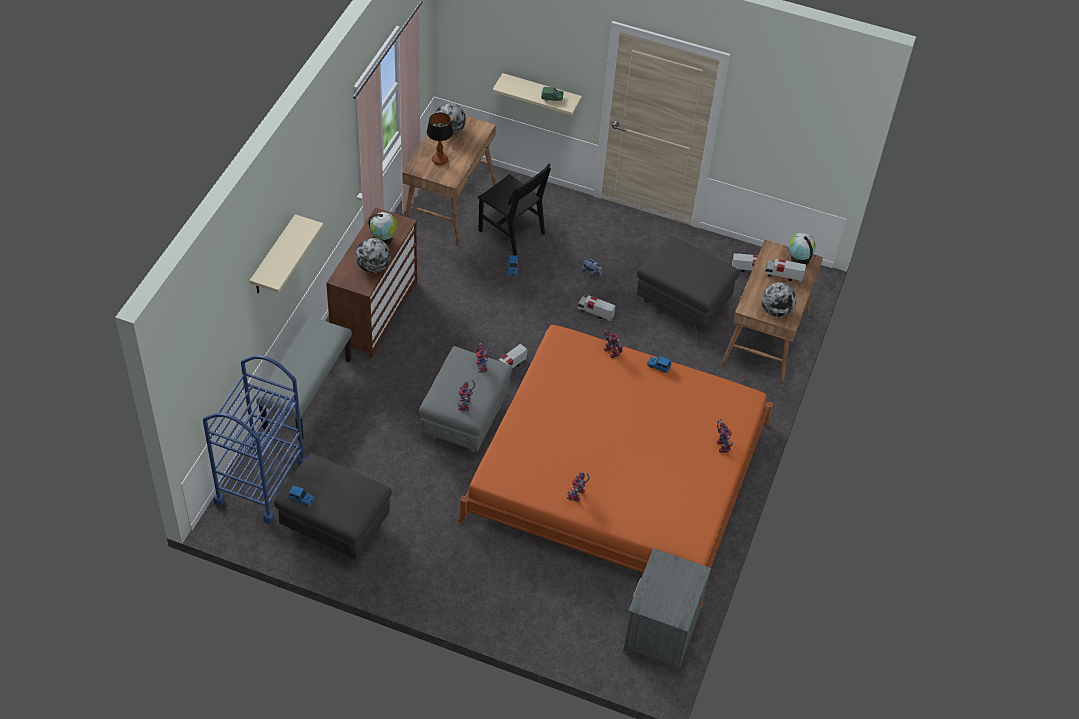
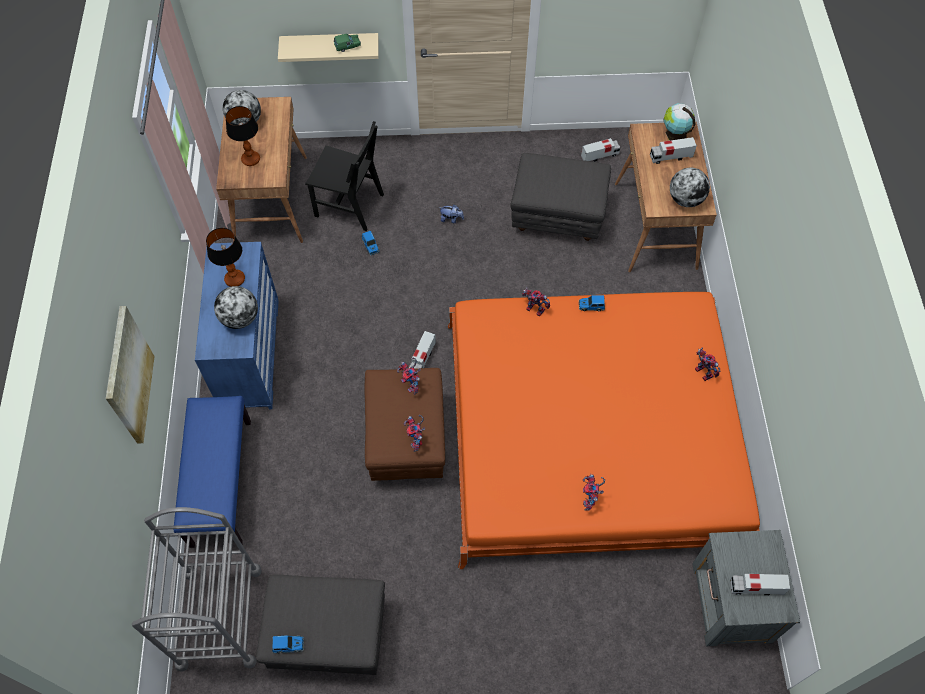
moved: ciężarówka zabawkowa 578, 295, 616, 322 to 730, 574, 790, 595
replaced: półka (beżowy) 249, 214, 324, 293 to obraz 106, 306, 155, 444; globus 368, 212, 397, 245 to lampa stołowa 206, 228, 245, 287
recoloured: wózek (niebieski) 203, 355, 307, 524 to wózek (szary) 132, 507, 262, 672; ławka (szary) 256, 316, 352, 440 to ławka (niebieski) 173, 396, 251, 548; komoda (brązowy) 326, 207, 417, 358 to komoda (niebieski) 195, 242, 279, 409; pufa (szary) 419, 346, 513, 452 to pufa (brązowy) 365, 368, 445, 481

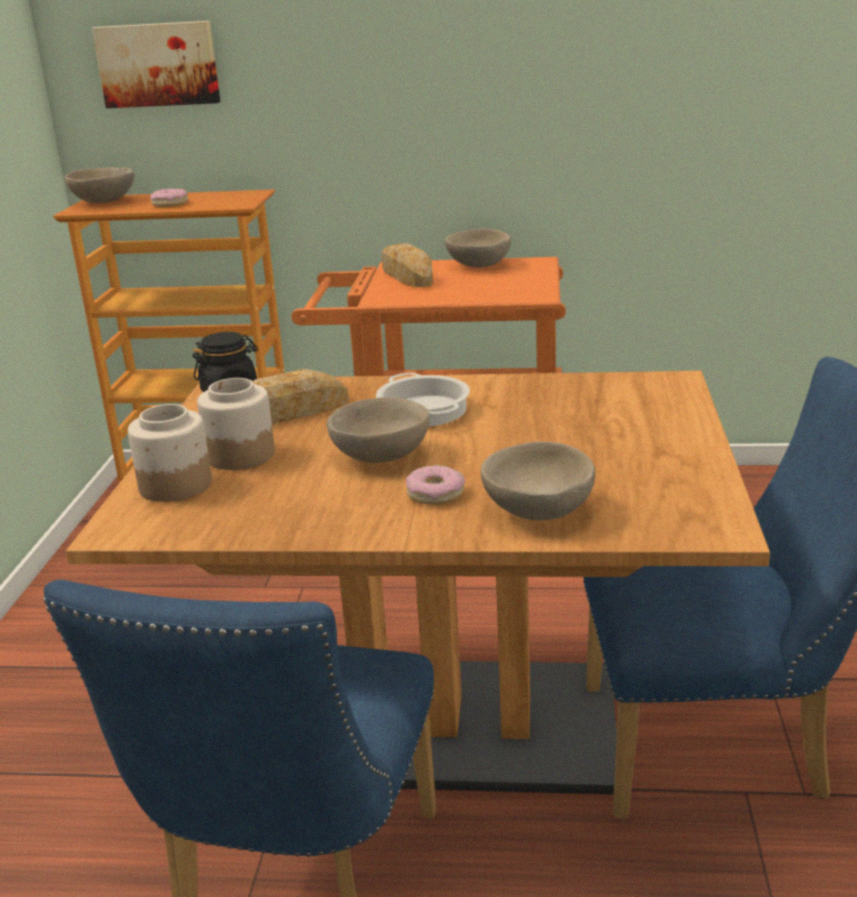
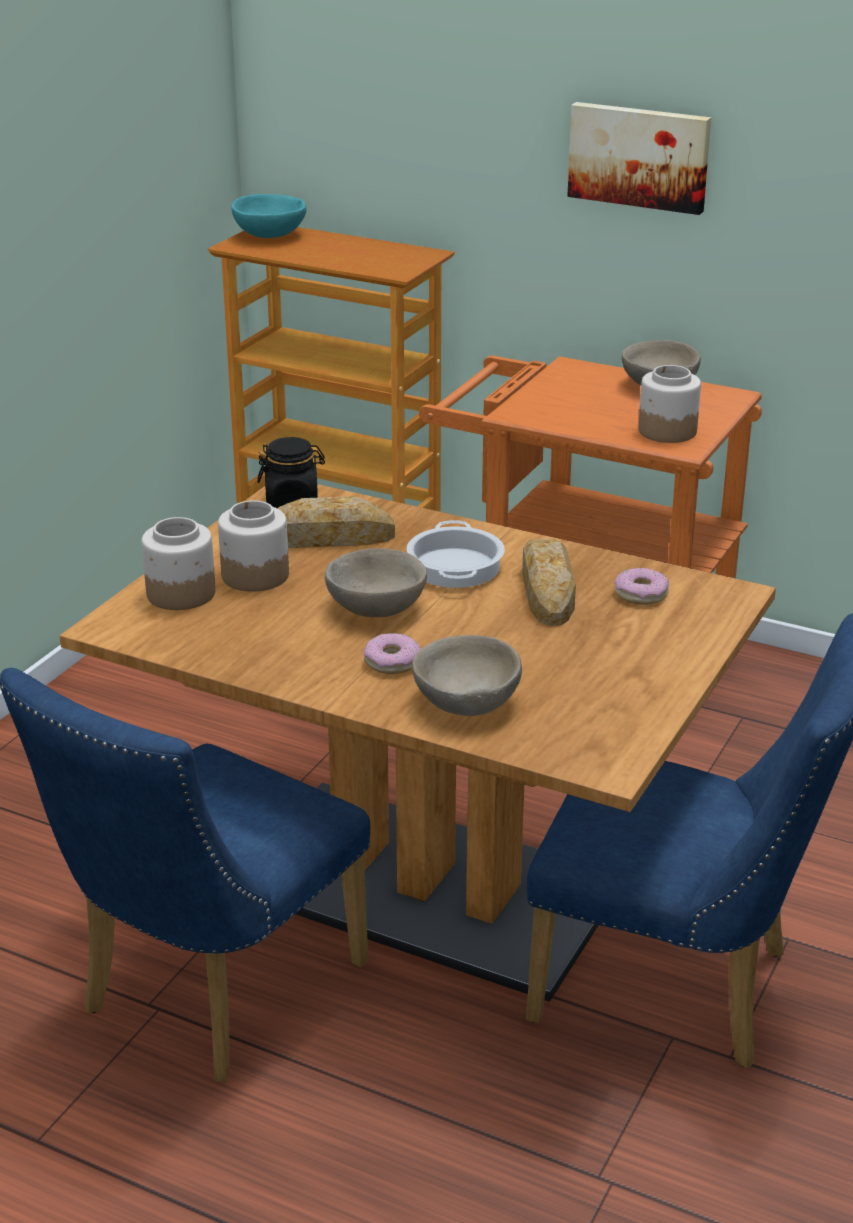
added: słoik 639, 365, 701, 443
moved: obraz 92, 21, 220, 108 to 567, 102, 711, 215; donut 150, 189, 188, 207 to 615, 568, 669, 605; chleb 381, 243, 433, 287 to 522, 539, 576, 626
recoloured: miska (beżowy) 65, 167, 134, 203 to miska (turkusowy) 231, 194, 306, 238

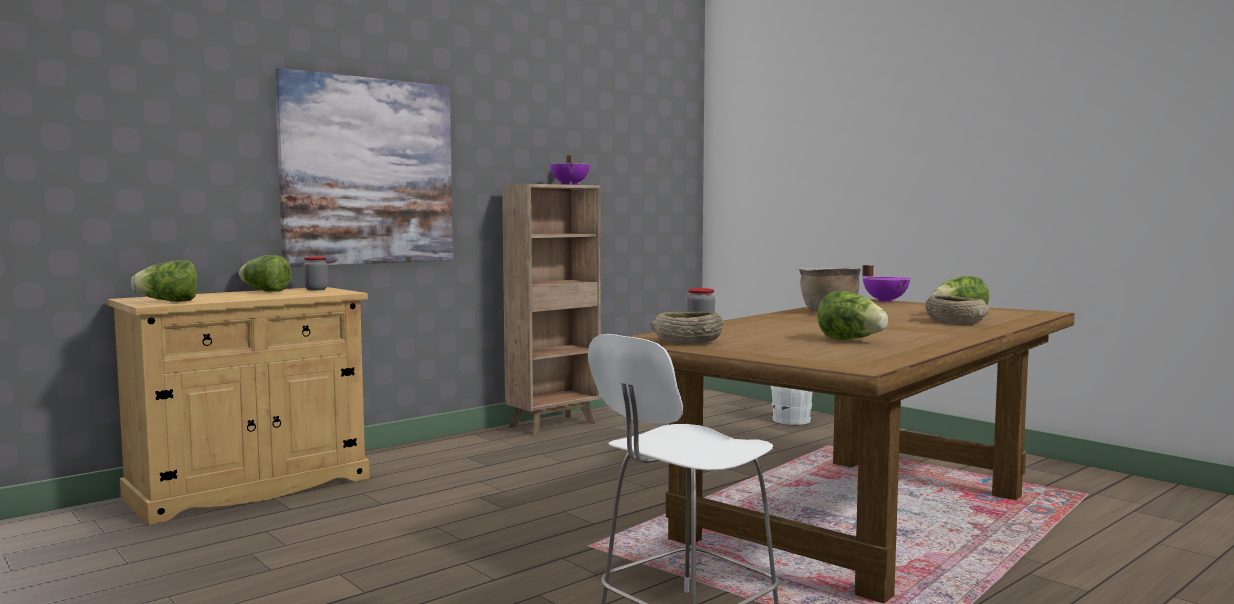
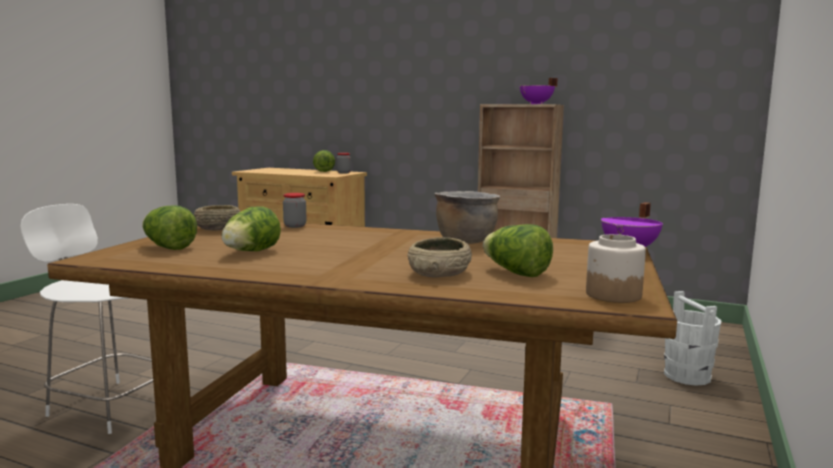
removed: obraz 275, 68, 453, 267
added: słoik 586, 234, 646, 303
moved: sałata 131, 260, 198, 302 to 142, 205, 197, 250

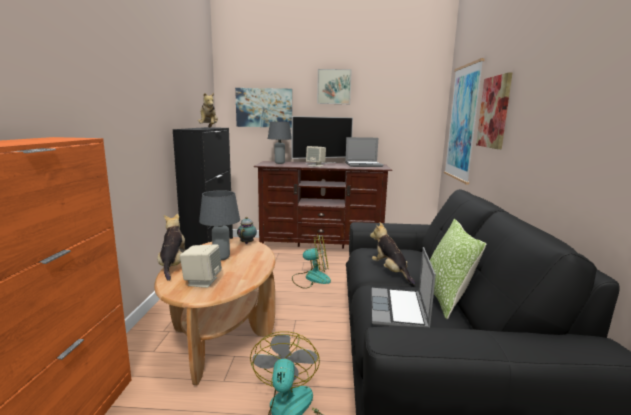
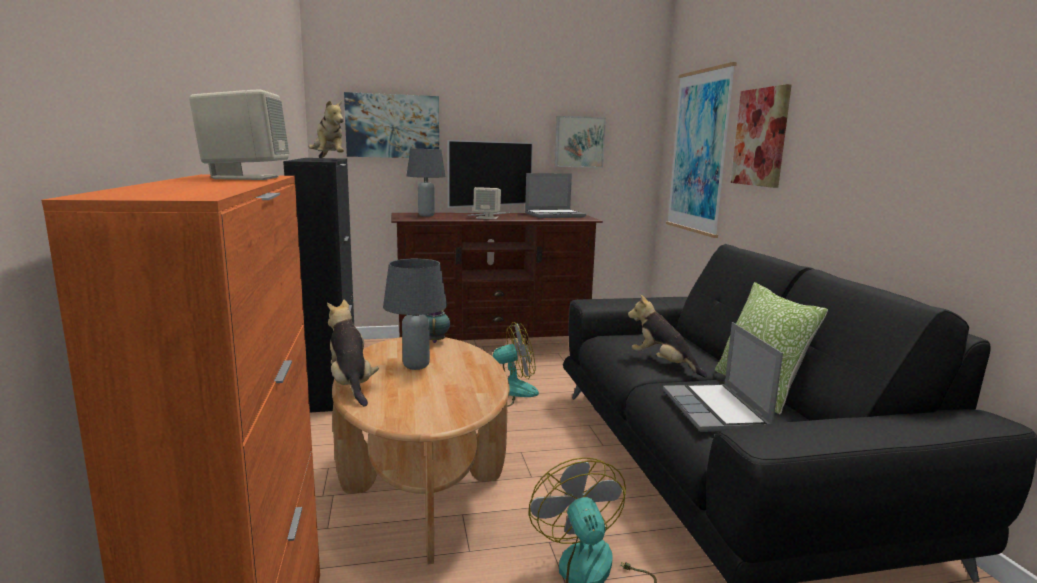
moved: głośnik (beżowy) 180, 244, 222, 288 to 189, 89, 289, 180; obraz 317, 69, 352, 104 to 555, 116, 606, 168

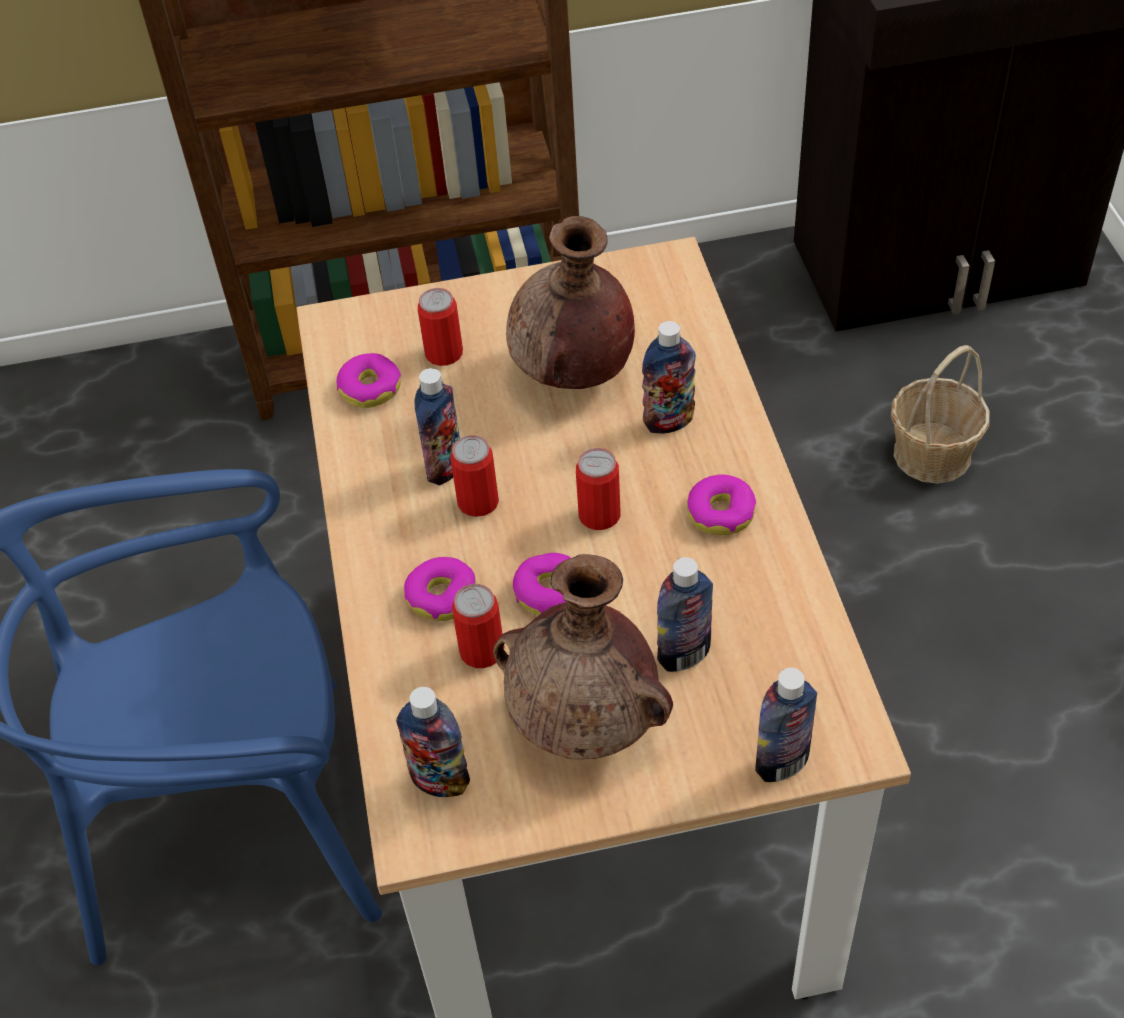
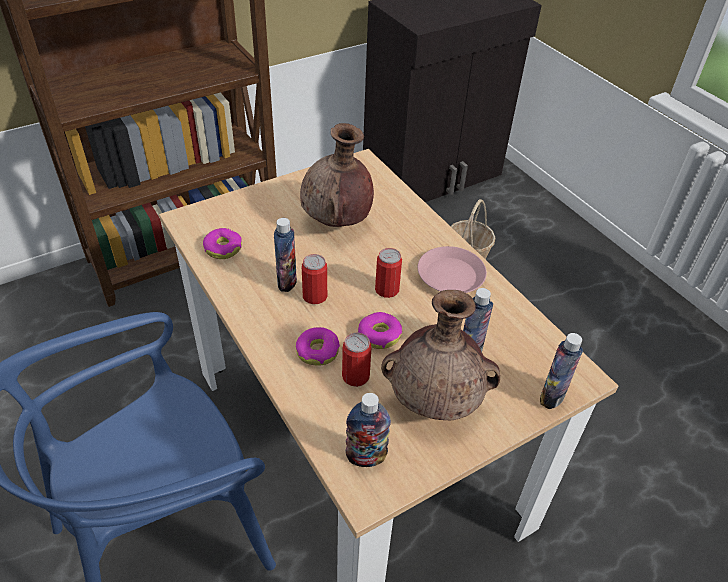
removed: puszka 418, 288, 463, 366; butelka 642, 321, 696, 433
replaced: donut 687, 475, 756, 535 to talerz (różowy) 418, 246, 487, 293

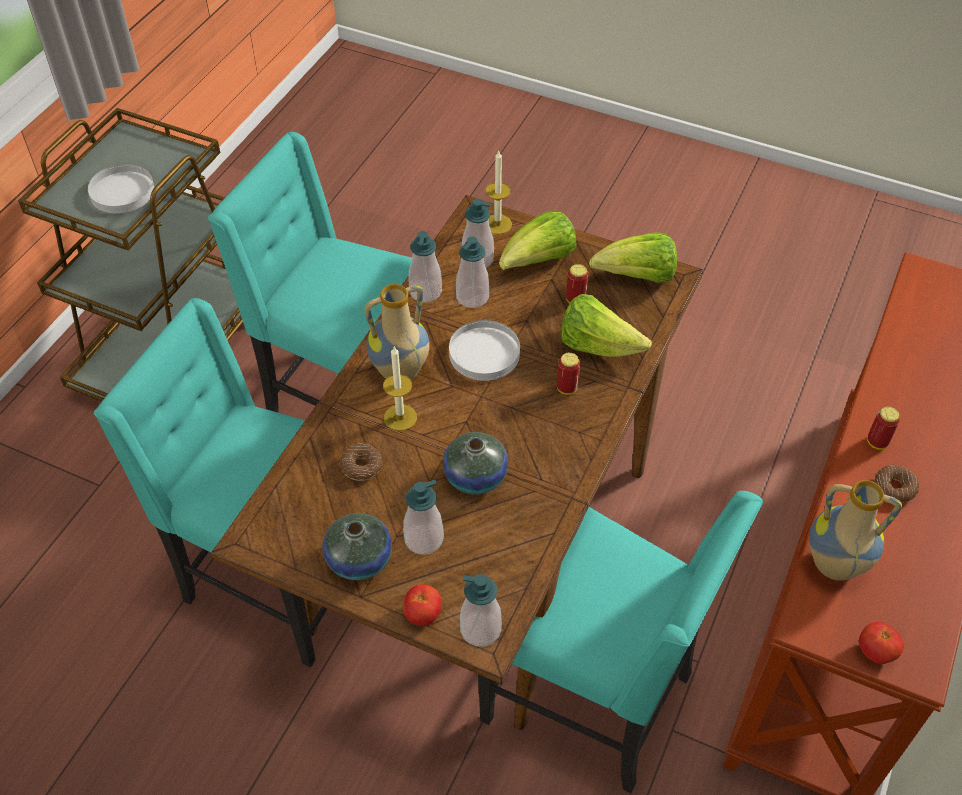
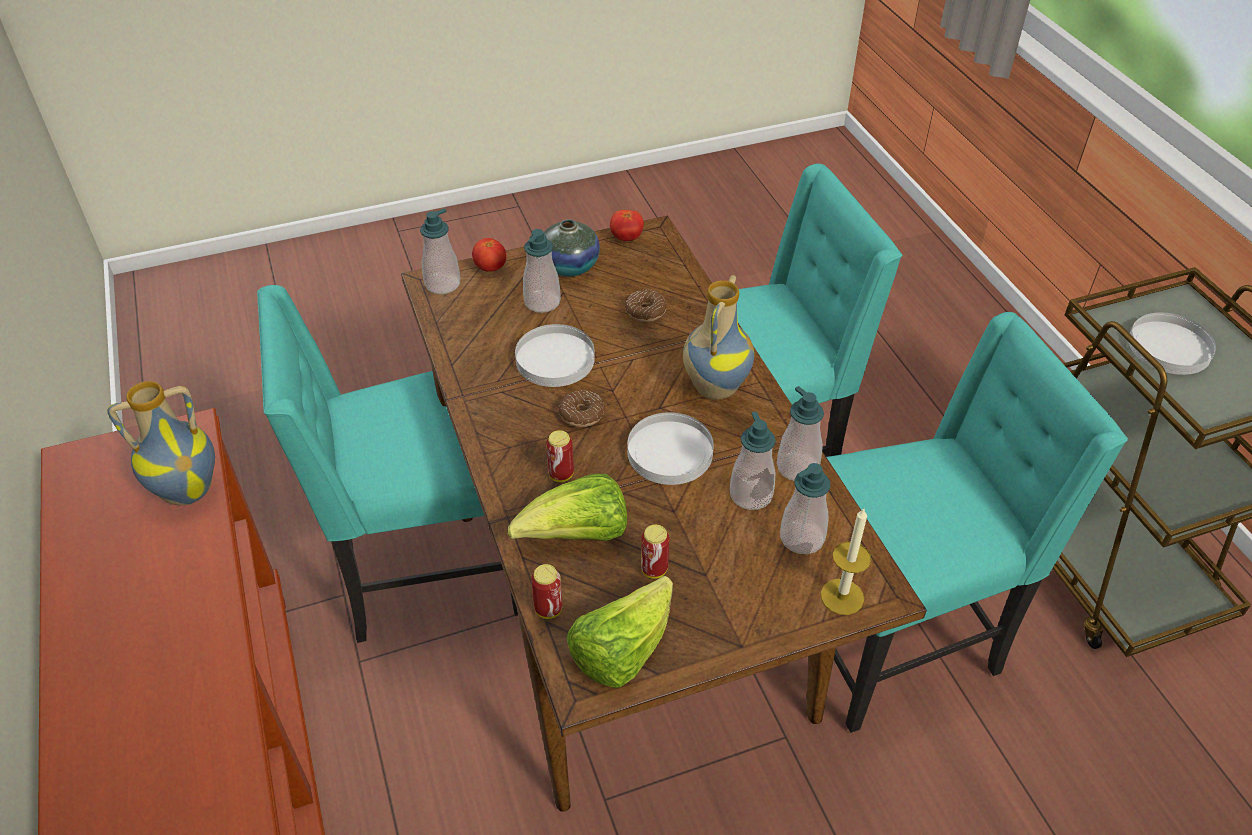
removed: świeca 383, 347, 417, 431; sałata 499, 211, 577, 270
moved: pomidor 859, 622, 904, 664 to 610, 210, 644, 241; puszka 867, 407, 900, 450 to 531, 564, 562, 619; donut 874, 465, 919, 503 to 559, 390, 605, 427
replaced: wazon 443, 432, 508, 495 to talerz (biały) 515, 324, 595, 387

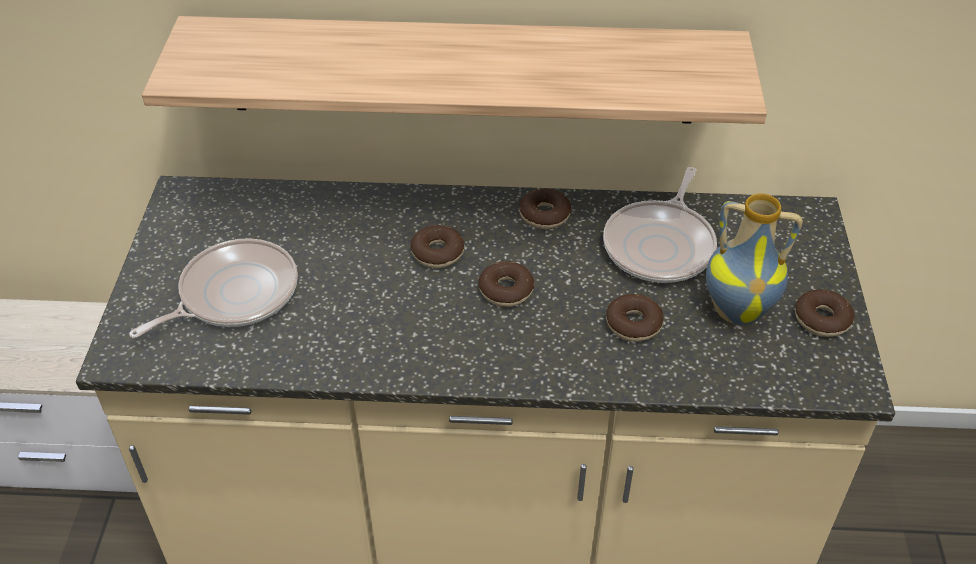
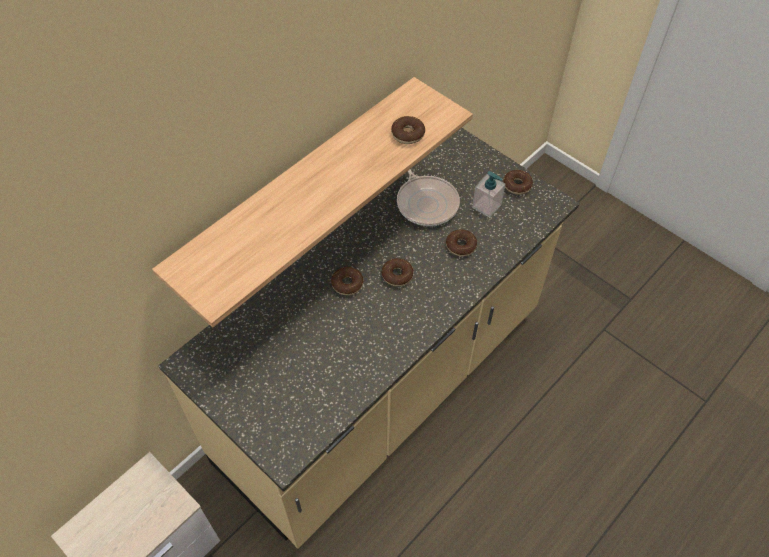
removed: patelnia 129, 238, 298, 338
moved: donut 519, 188, 571, 229 to 391, 116, 425, 144
replaced: wazon 706, 193, 803, 325 to dozownik mydła 472, 171, 506, 218

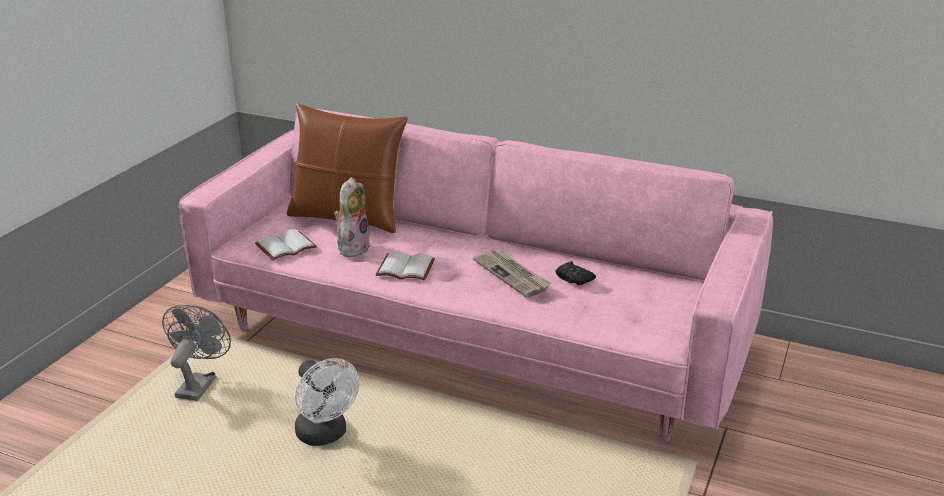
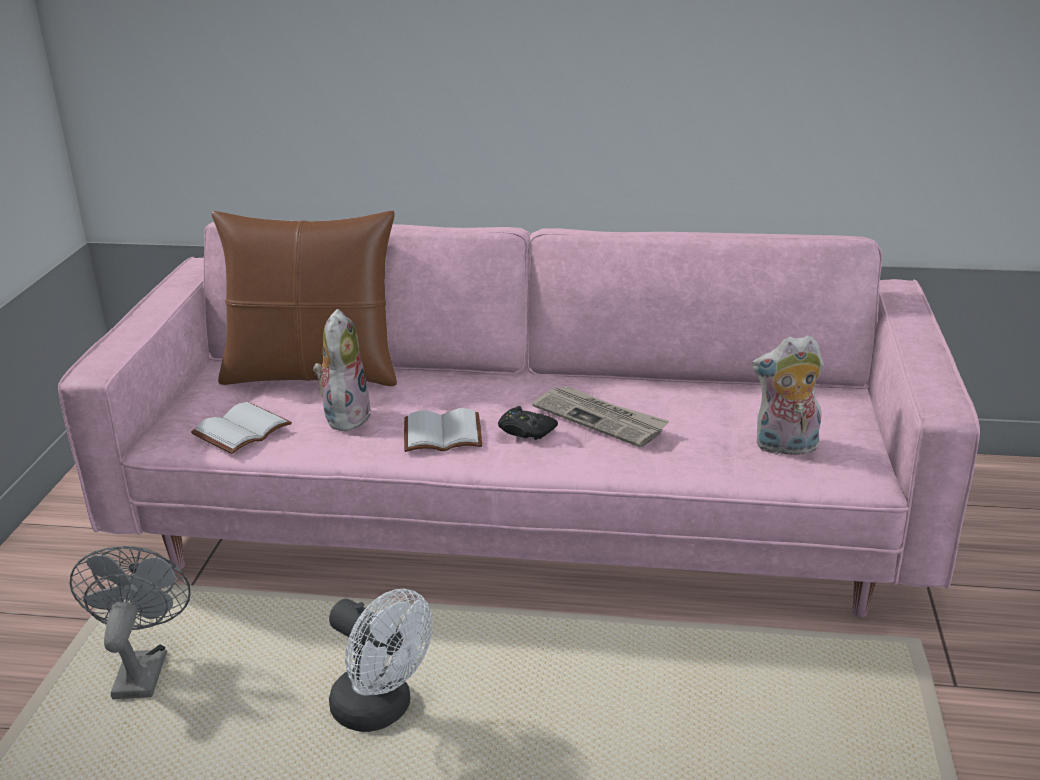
added: pluszak 752, 335, 824, 455
moved: pad do gier (czarny) 555, 261, 596, 285 to 498, 406, 558, 440

